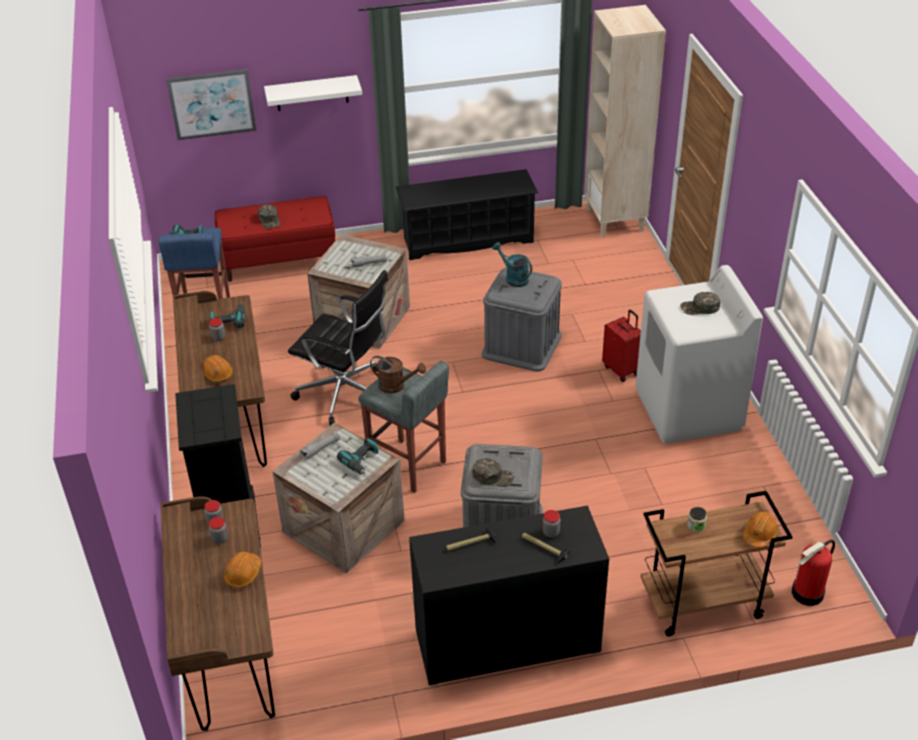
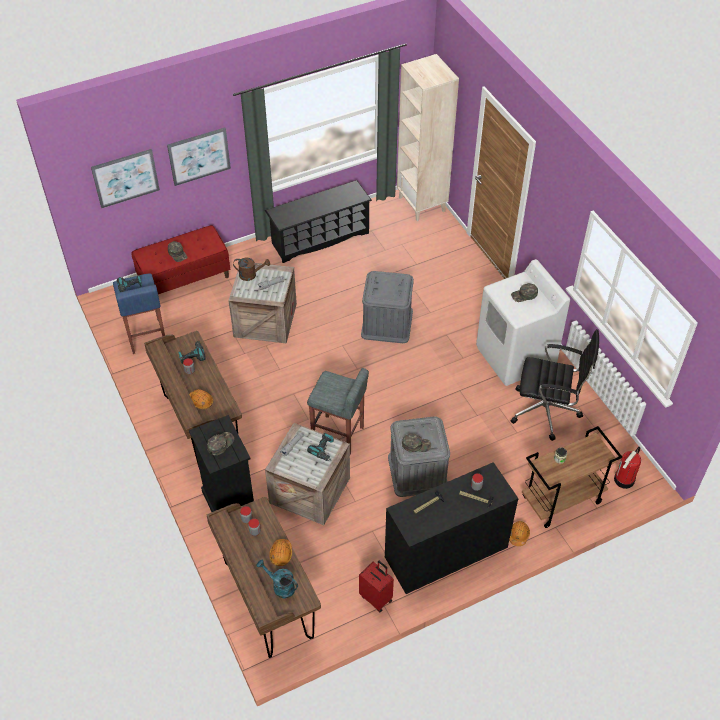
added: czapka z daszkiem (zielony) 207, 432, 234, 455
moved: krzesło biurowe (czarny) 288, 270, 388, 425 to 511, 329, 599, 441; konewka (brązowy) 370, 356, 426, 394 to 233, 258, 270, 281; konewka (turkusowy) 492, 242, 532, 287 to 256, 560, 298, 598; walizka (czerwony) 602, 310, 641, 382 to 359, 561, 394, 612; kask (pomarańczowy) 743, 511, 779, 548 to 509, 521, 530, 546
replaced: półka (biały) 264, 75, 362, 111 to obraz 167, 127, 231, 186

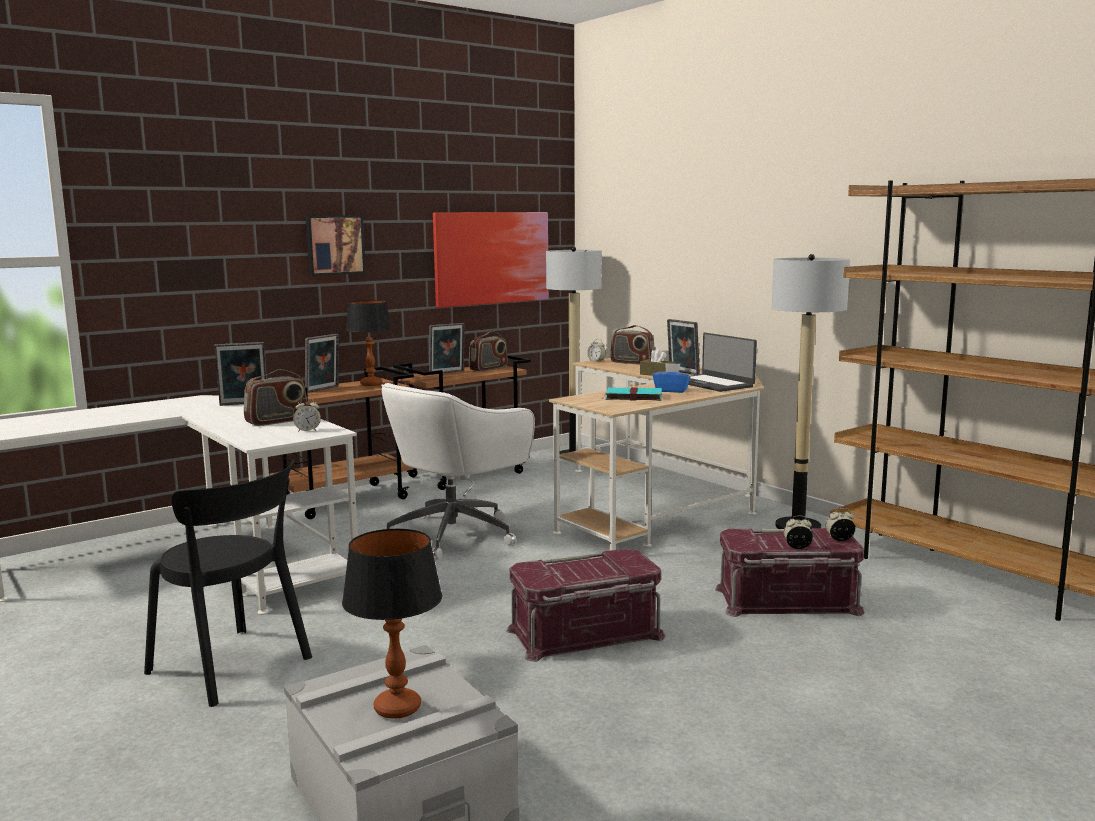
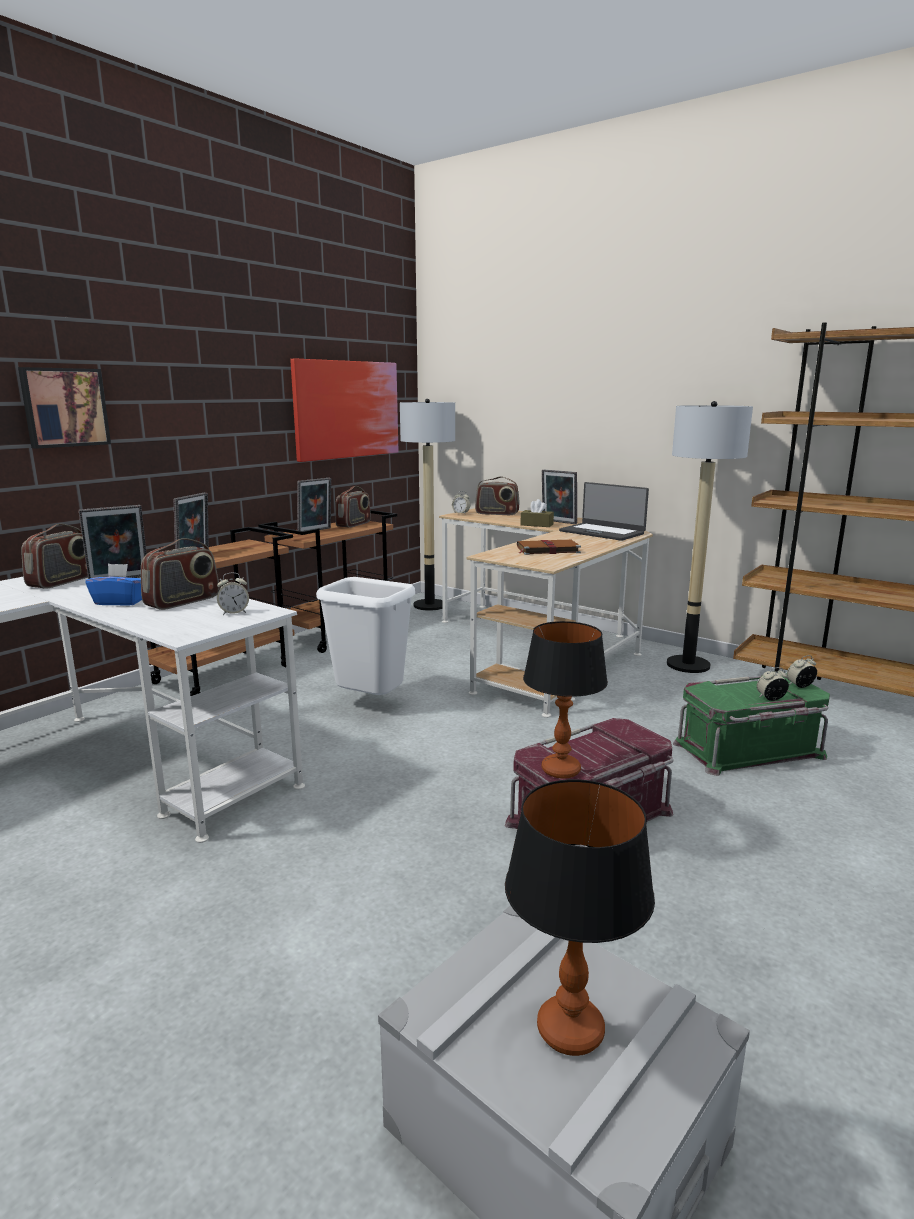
removed: krzesło (czarny) 144, 459, 312, 707
added: radio 21, 524, 88, 589
moved: obraz 305, 215, 366, 276 to 18, 367, 111, 449; lampa stołowa 345, 300, 392, 386 to 523, 621, 608, 779; pudełko chusteczek (niebieski) 653, 363, 691, 393 to 85, 564, 142, 606
replaced: krzesło biurowe (biały) 381, 383, 535, 560 to kosz na śmieci (biały) 316, 577, 415, 695
recoloured: książka (turkusowy) 600, 387, 662, 401 to książka (brązowy) 517, 540, 581, 555; pojemnik do przechowywania (czerwony) 715, 528, 865, 617 to pojemnik do przechowywania (zielony) 673, 673, 830, 776

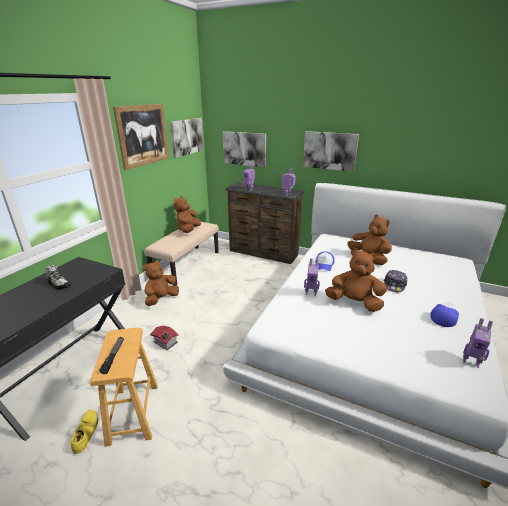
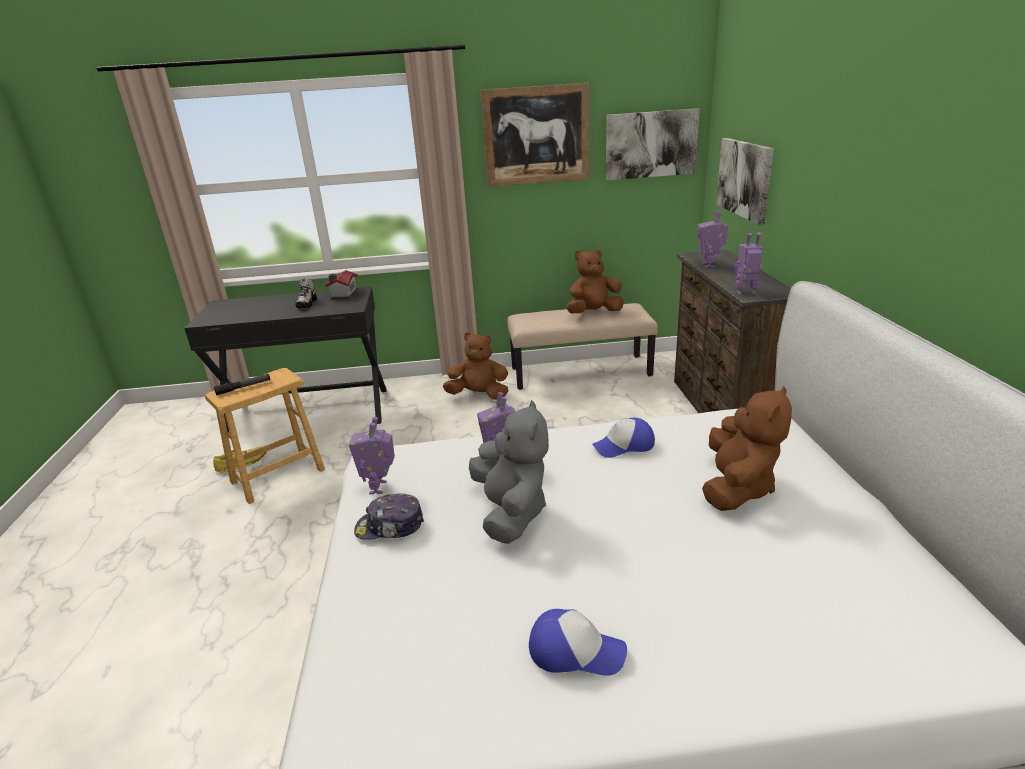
removed: obraz 303, 131, 359, 172
moved: domek 150, 326, 179, 350 to 326, 270, 358, 299; czapka z daszkiem 384, 270, 408, 293 to 354, 494, 424, 540; robot zabawkowy 463, 318, 493, 368 to 349, 417, 395, 494
recoloured: pluszak (brązowy) 325, 248, 387, 312 to pluszak (szary) 469, 400, 549, 544

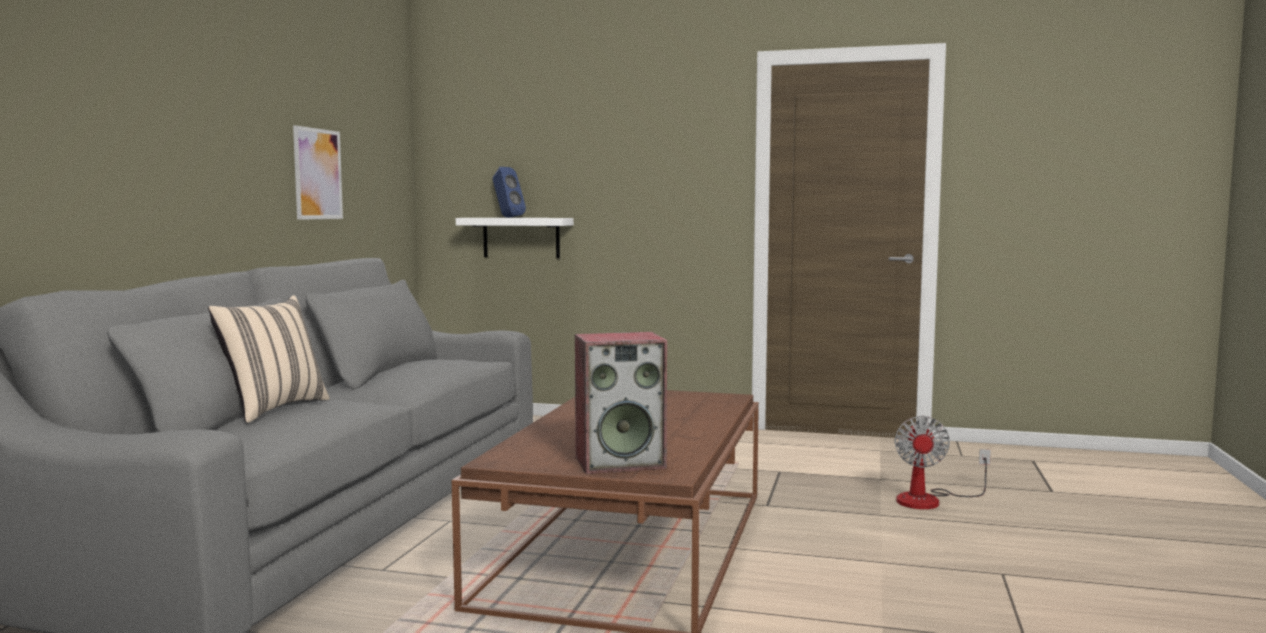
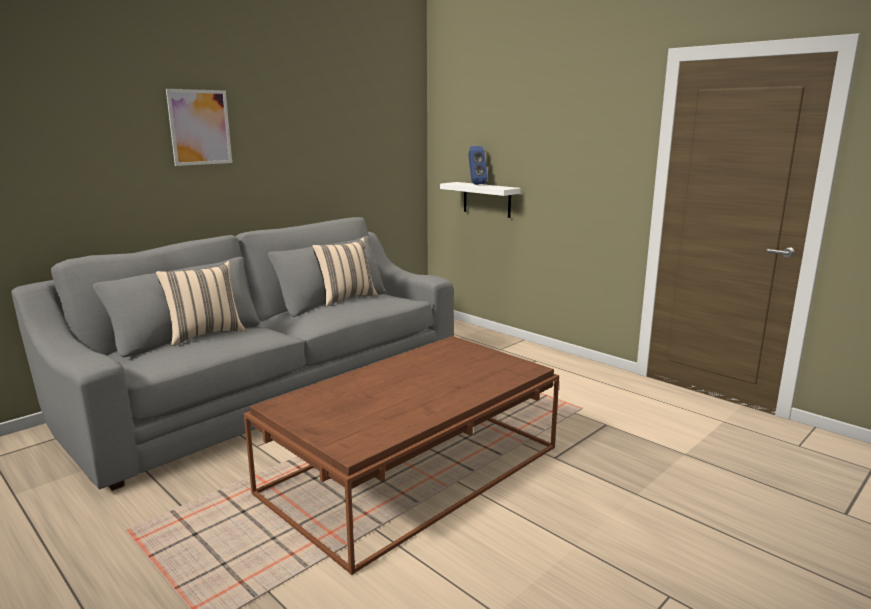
removed: głośnik 575, 332, 667, 474; wentylator 895, 416, 991, 509
added: poduszka (beżowy) 312, 238, 378, 306
moved: obraz 293, 125, 343, 220 to 166, 89, 232, 166

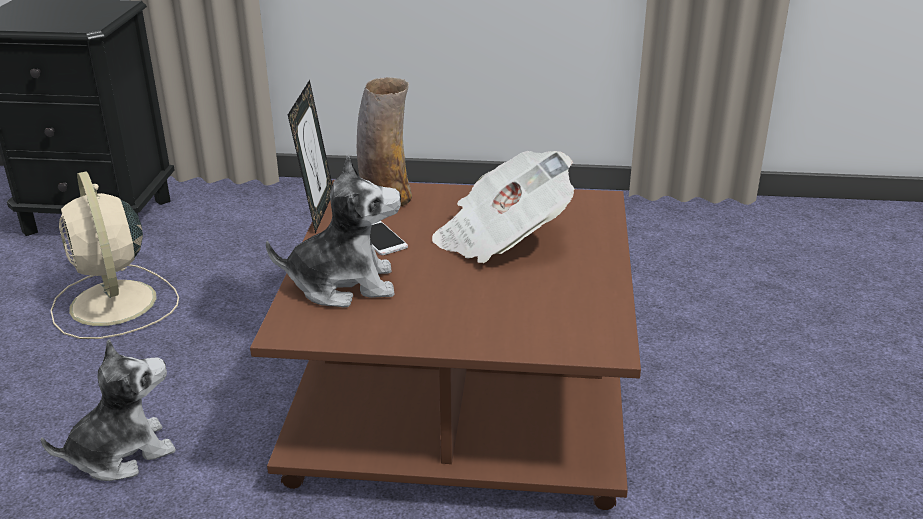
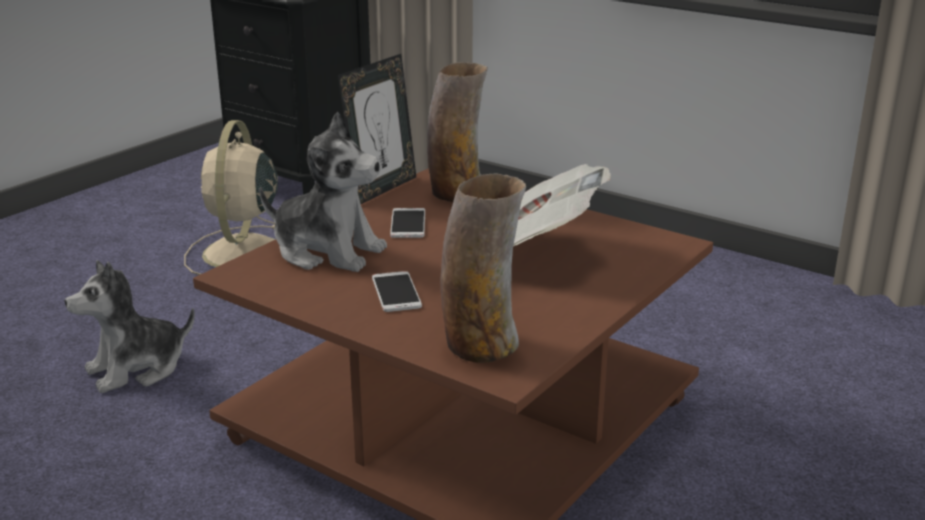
added: telefon 372, 271, 422, 312; wazon 441, 173, 526, 363
turned: pluszak 41, 339, 176, 481 = 64, 260, 195, 393 150 degrees clockwise

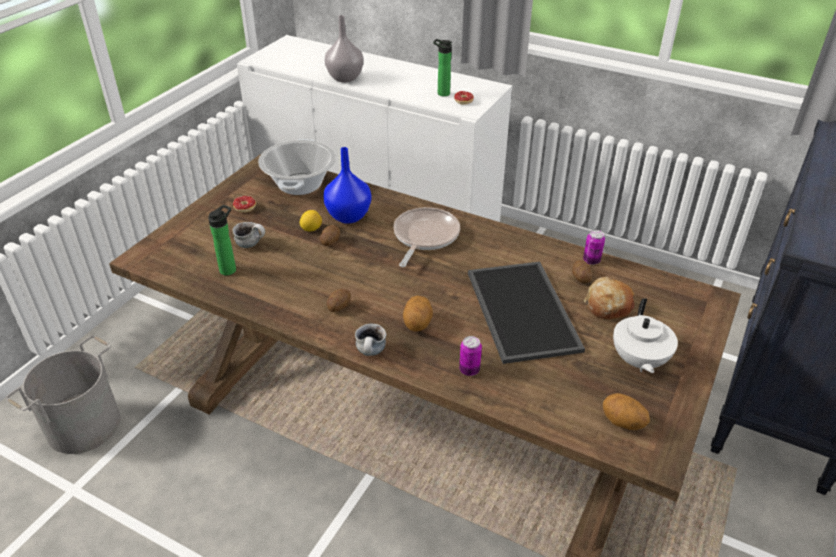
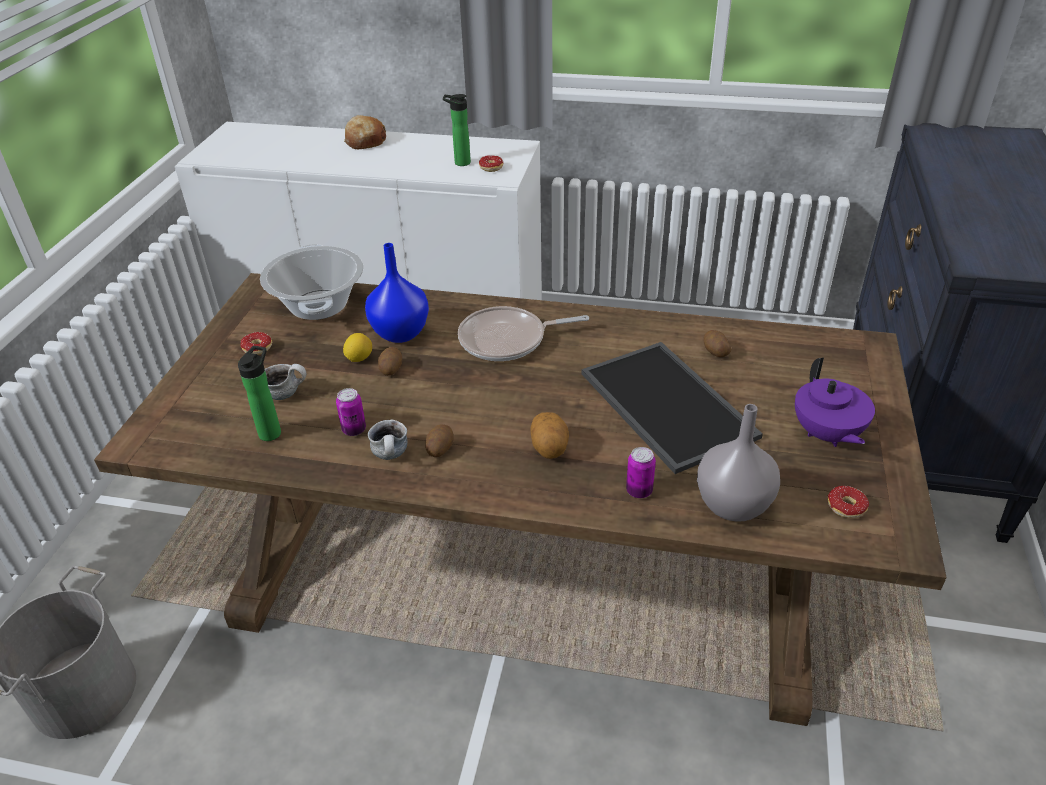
moved: wazon (szary) 325, 15, 364, 82 to 697, 404, 780, 522; kubek 355, 324, 387, 356 to 368, 420, 408, 460; puszka 583, 230, 605, 265 to 336, 388, 366, 436; chleb 584, 277, 635, 320 to 344, 115, 386, 149
replaced: ziemniak 603, 393, 650, 430 to donut 827, 486, 869, 518
recoloured: imbryk (biały) 613, 298, 678, 373 to imbryk (fioletowy) 795, 358, 875, 447
turned: patelnia 393, 207, 460, 267 = 458, 306, 589, 361 105 degrees counterclockwise

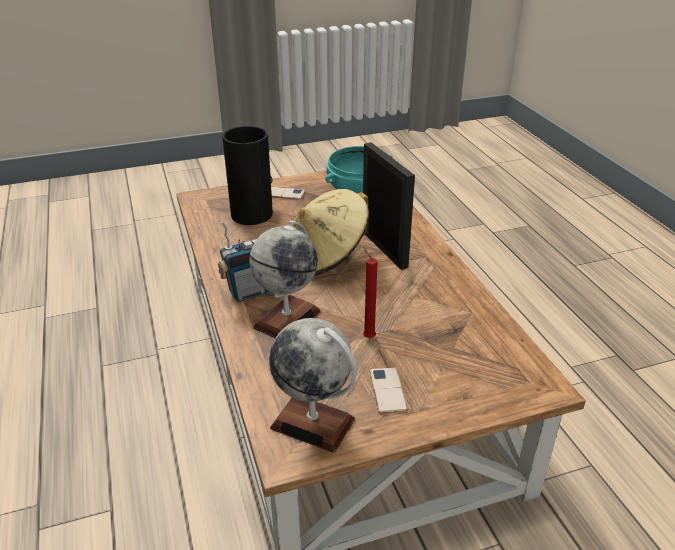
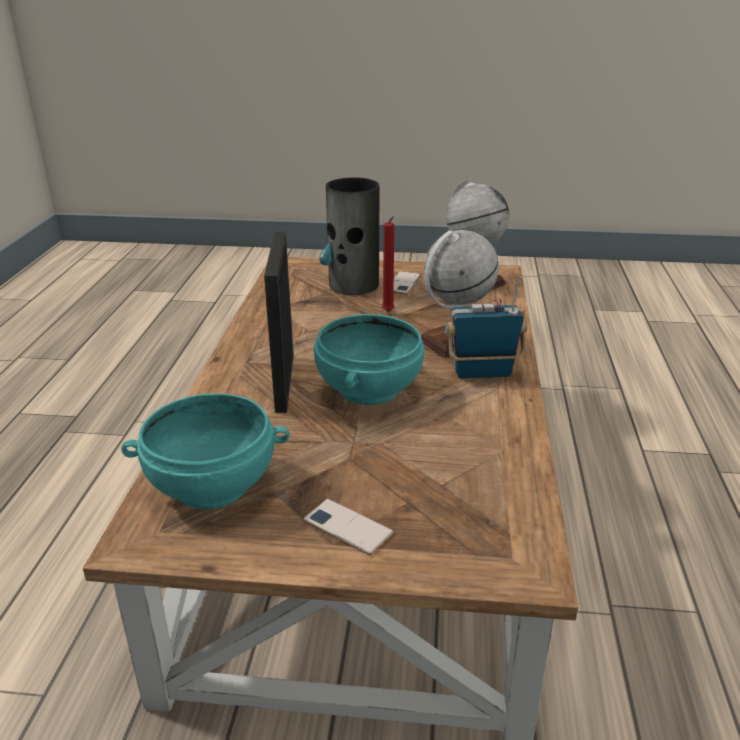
moved: wazon 222, 126, 273, 225 to 319, 178, 379, 295
replaced: kapelusz (beżowy) 293, 189, 369, 276 to miska (turkusowy) 314, 314, 424, 405

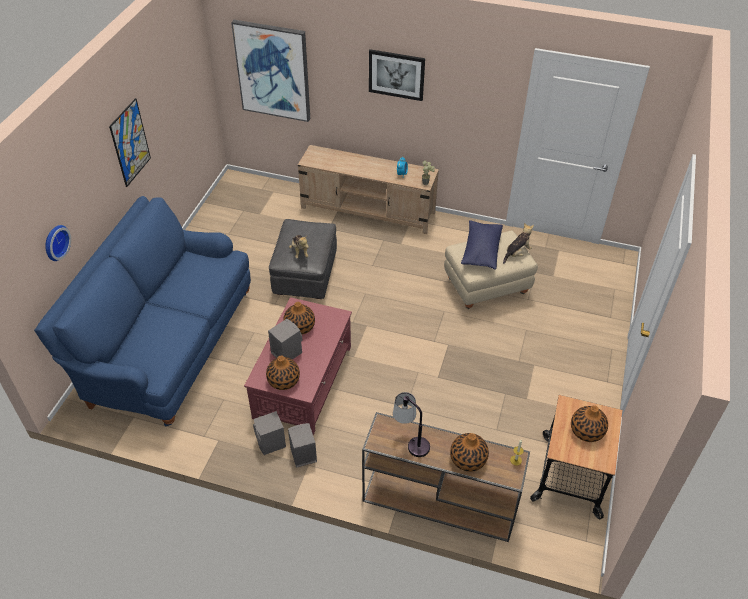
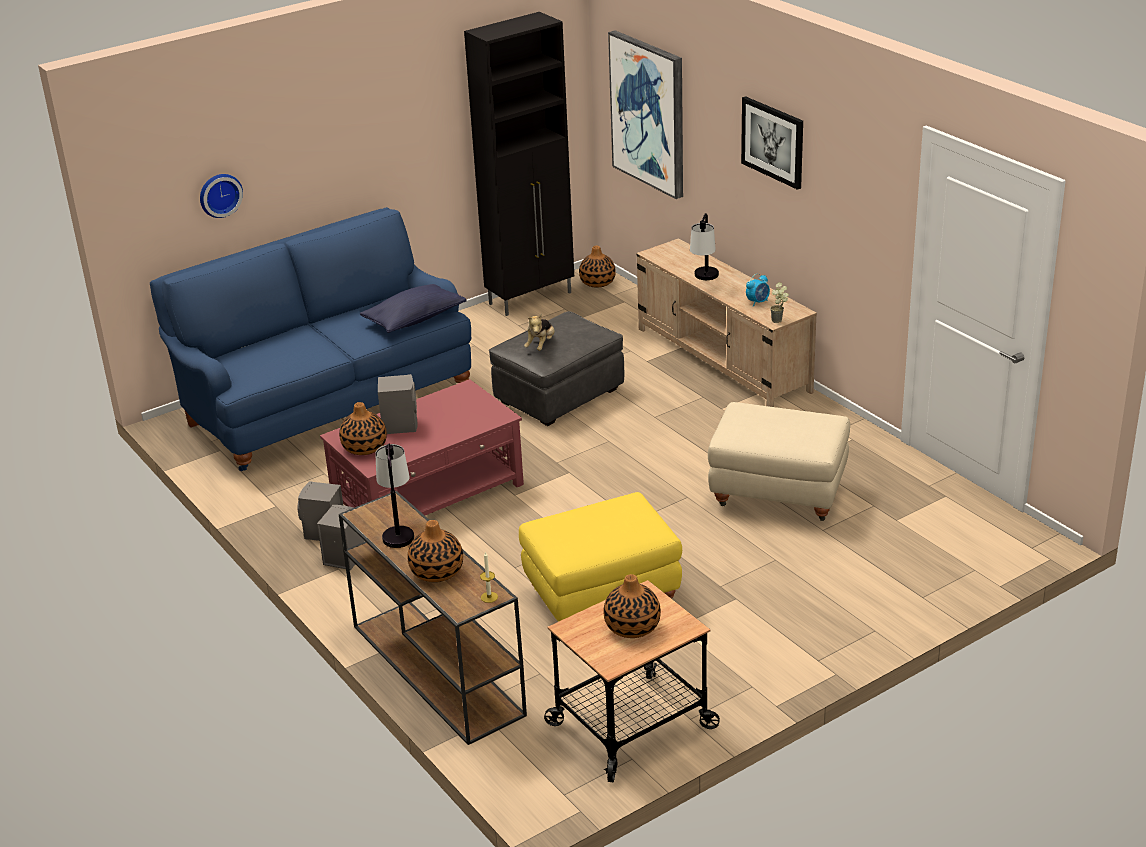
removed: obraz 109, 98, 151, 187; pluszak 503, 223, 534, 264
added: szafka (czarny) 464, 12, 574, 316; pufa (żółty) 519, 492, 682, 622; lampa stołowa 690, 213, 719, 280
moved: wazon 283, 302, 315, 335 to 579, 246, 616, 288; poduszka (niebieski) 461, 220, 503, 270 to 360, 284, 467, 333

